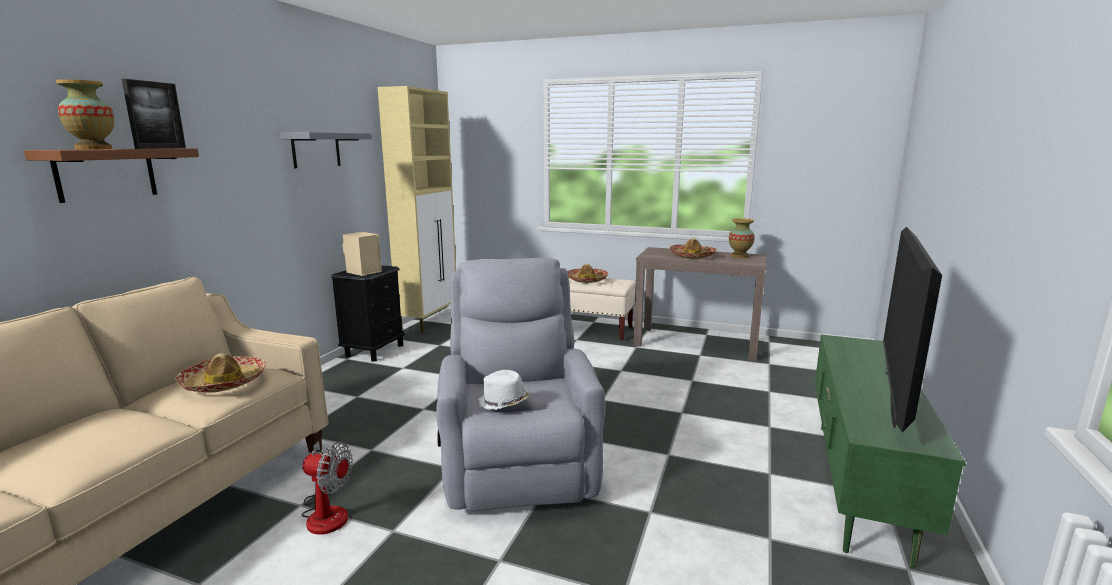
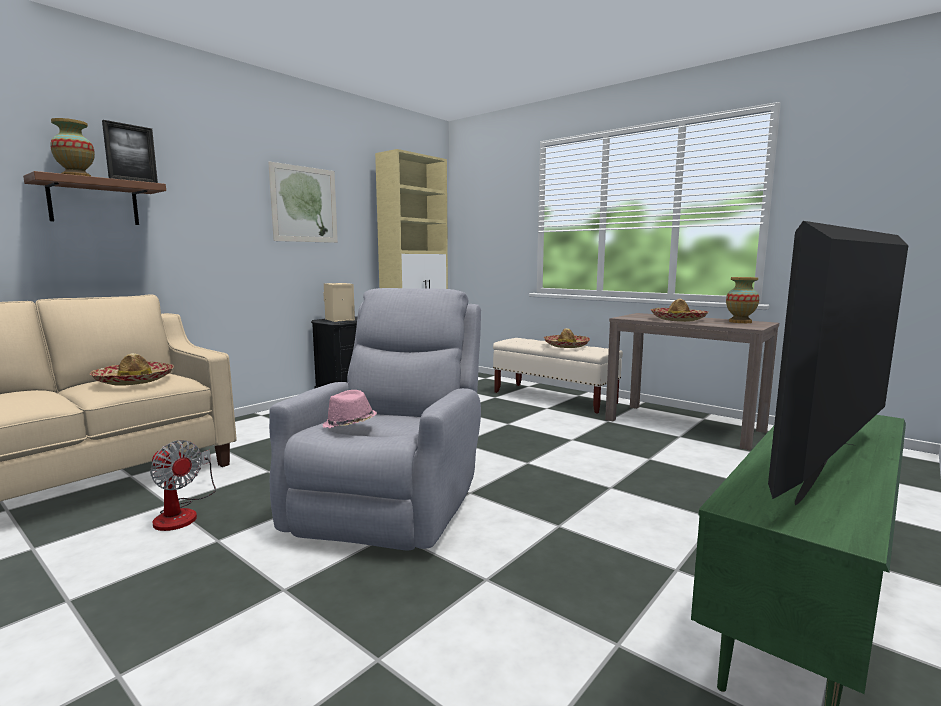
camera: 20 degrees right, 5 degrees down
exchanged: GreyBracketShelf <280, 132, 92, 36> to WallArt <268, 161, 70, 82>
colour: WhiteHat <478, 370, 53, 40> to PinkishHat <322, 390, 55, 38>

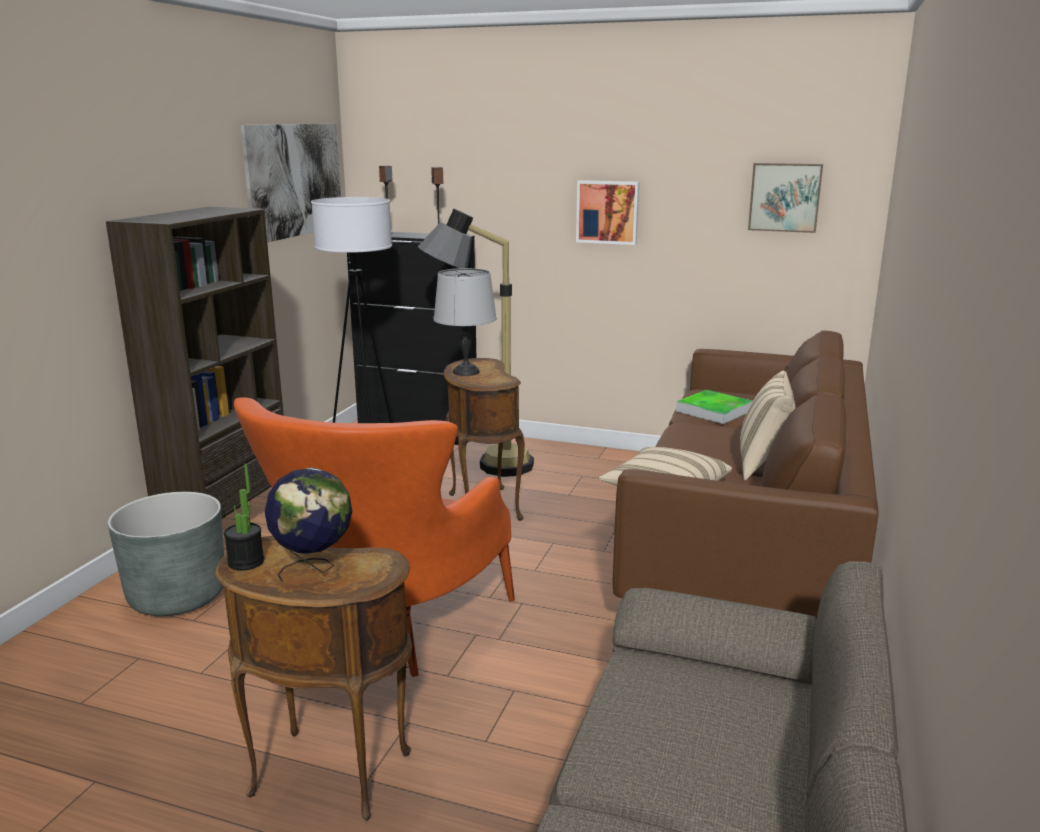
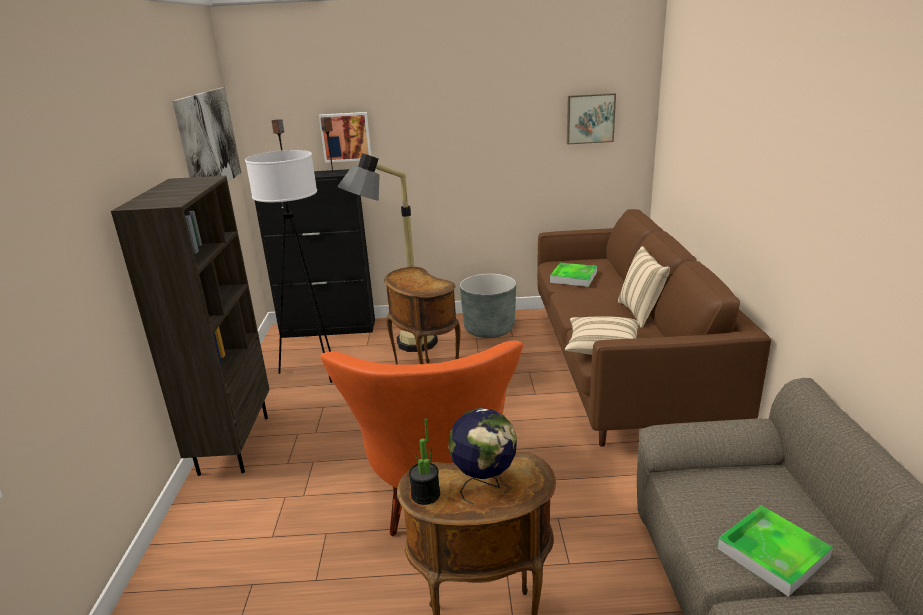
camera: 20 degrees left, 5 degrees up
missing: GreyLampForATable <434, 268, 63, 108>
appeared: Tray <717, 505, 116, 92>
relocated: WallArt <576, 180, 63, 65> to <319, 112, 52, 51>; GreyPlanter <108, 492, 116, 124> to <460, 273, 56, 65>

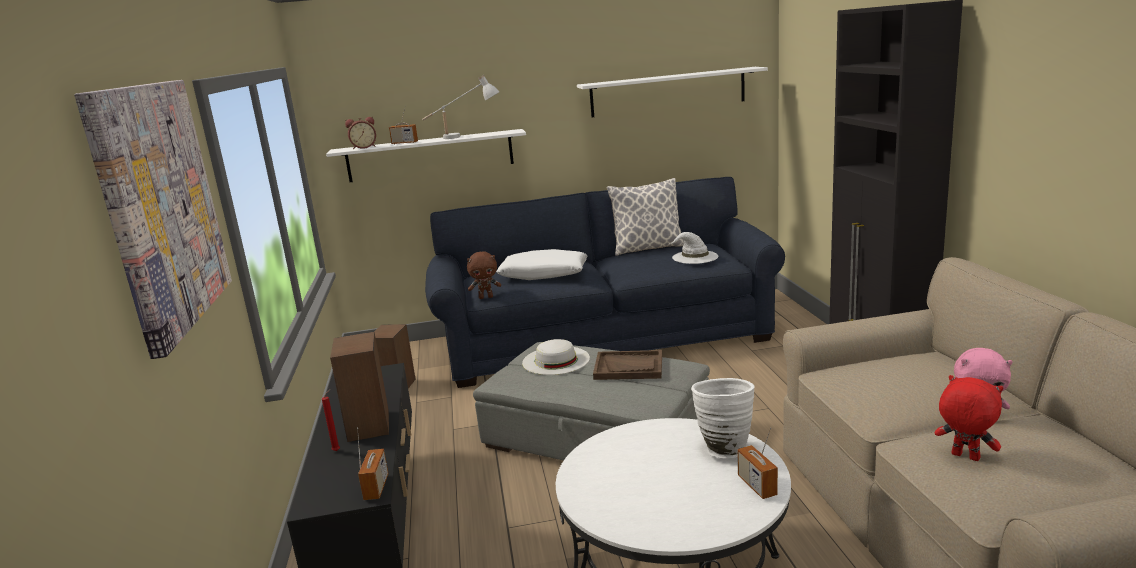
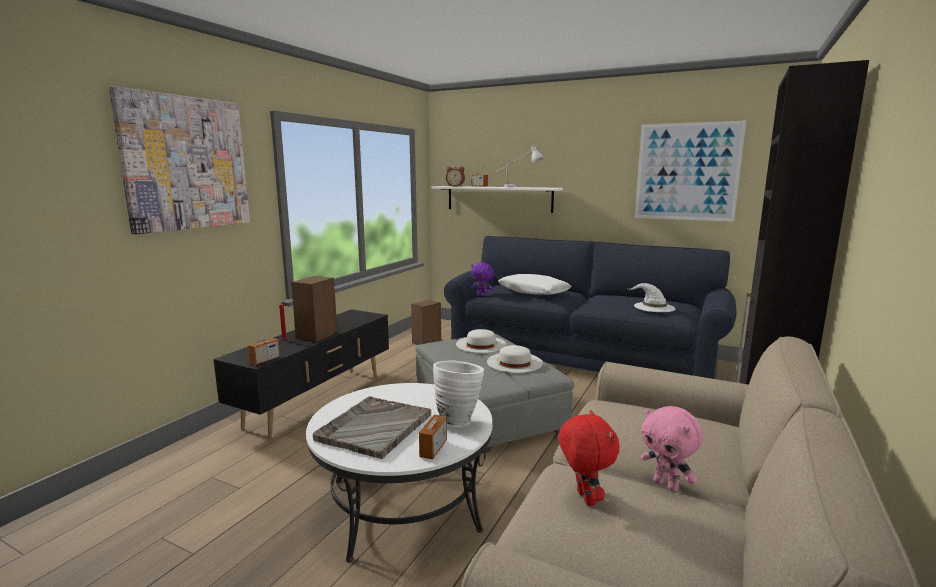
camera: 35 degrees right, 5 degrees down
missing: Pillow <607, 178, 77, 78>
appeared: GreyTray <313, 396, 118, 63>
exchanged: WhiteBracketShelf <577, 67, 191, 51> to WallArt <635, 121, 111, 101>; BrownTray <593, 350, 69, 30> to WhiteHat <487, 345, 56, 28>
colour: BrownCuddlyToy <467, 251, 34, 48> to PurpleCuddlyToy <471, 262, 23, 35>

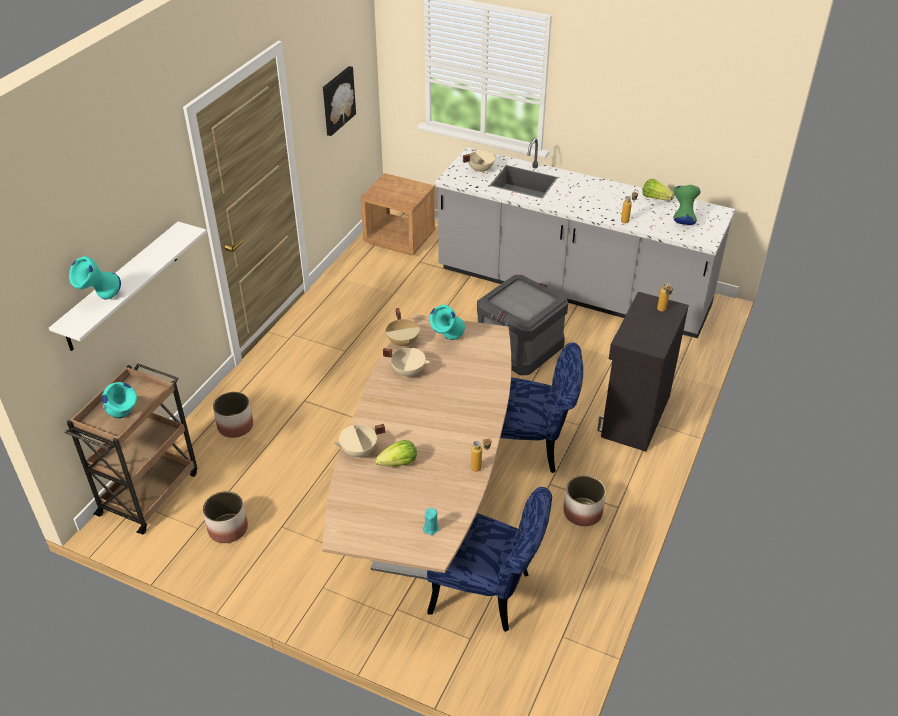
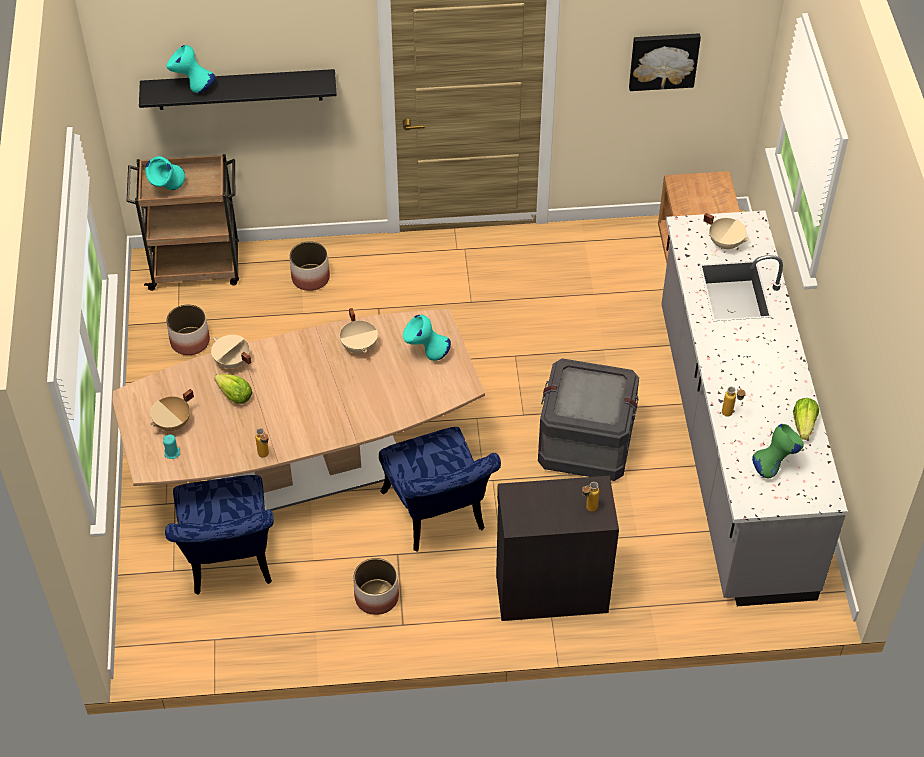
camera: 60 degrees right, 10 degrees up
relocated: SandColouredStockpot <386, 308, 34, 40> to <150, 389, 44, 42>
colour: WhiteBracketShelf <49, 222, 158, 129> to BlackColouredBracketShelf <139, 69, 198, 41>

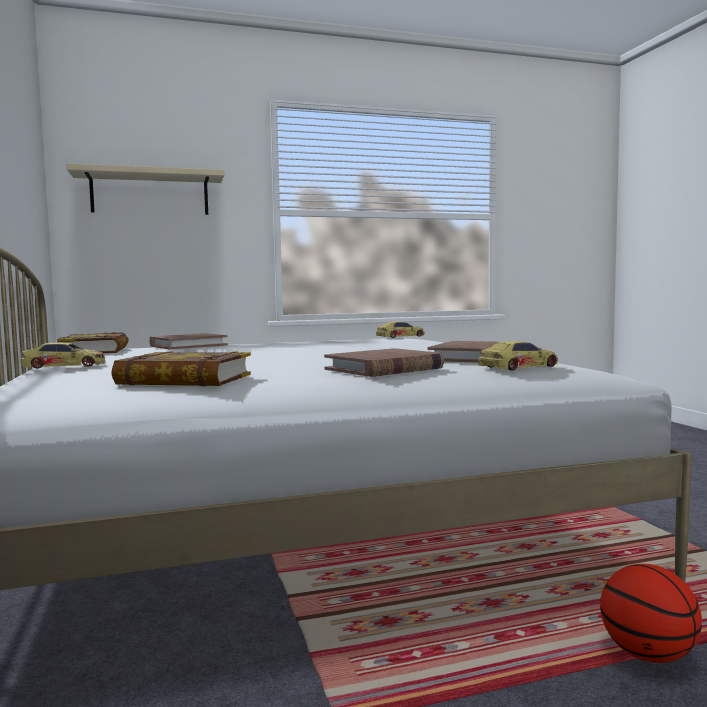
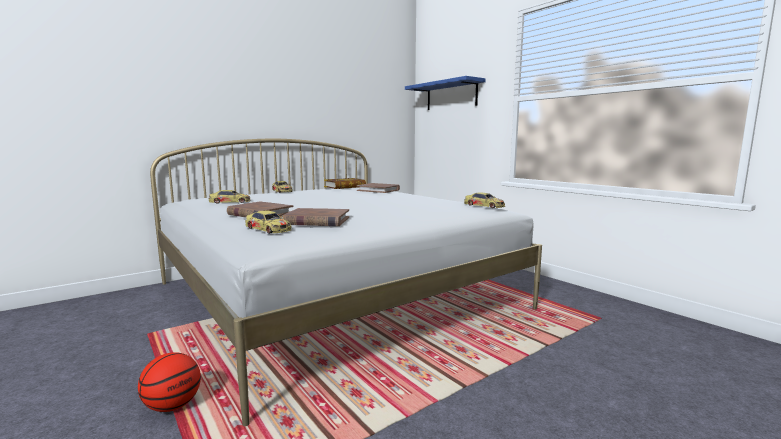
camera: 70 degrees right, 5 degrees up
exchanged: Book <111, 351, 140, 35> to ModelCar <209, 190, 42, 13>
colour: SandColouredBracketShelf <66, 163, 159, 52> to BlueBracketShelf <405, 76, 81, 34>

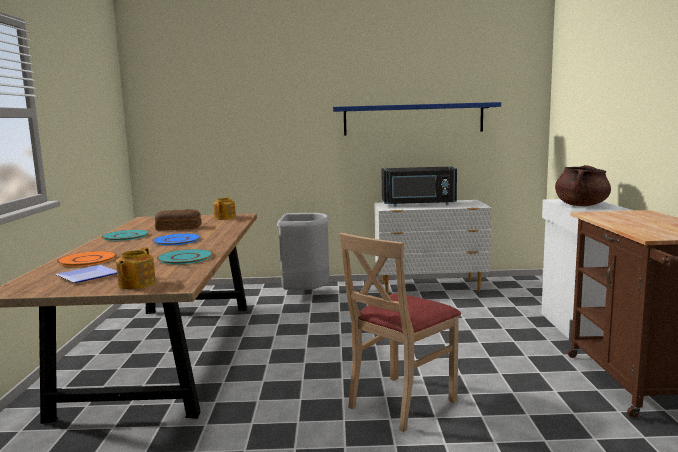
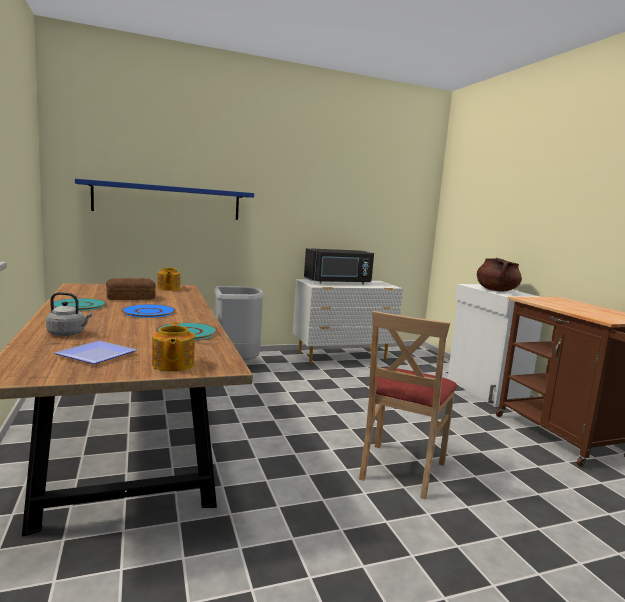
camera: 20 degrees left, 0 degrees up
relocated: BlueBracketShelf <333, 102, 168, 33> to <75, 179, 179, 41>
exchanged: OrangeyFlatDish <57, 251, 60, 16> to GreyKettle <46, 292, 46, 44>

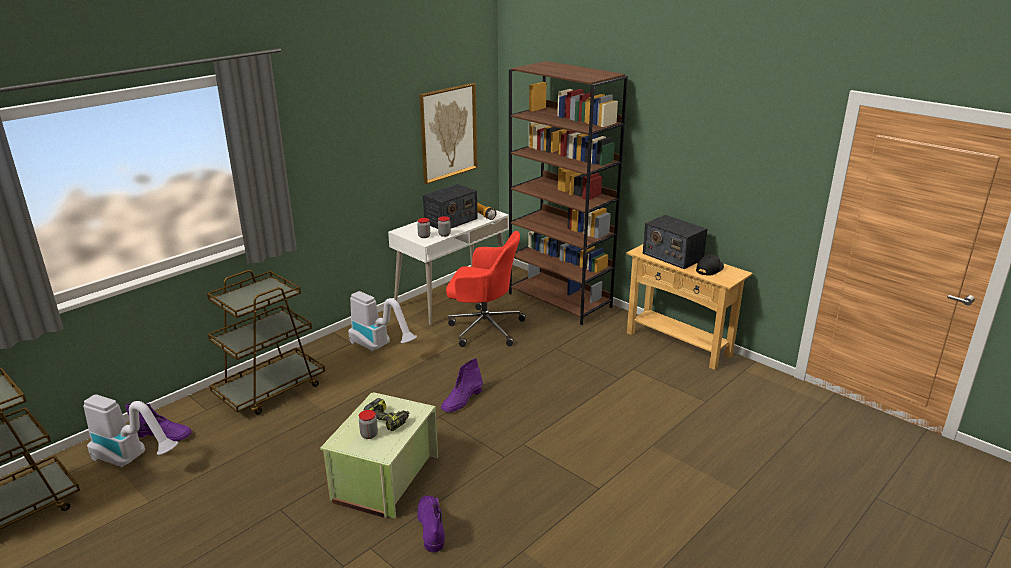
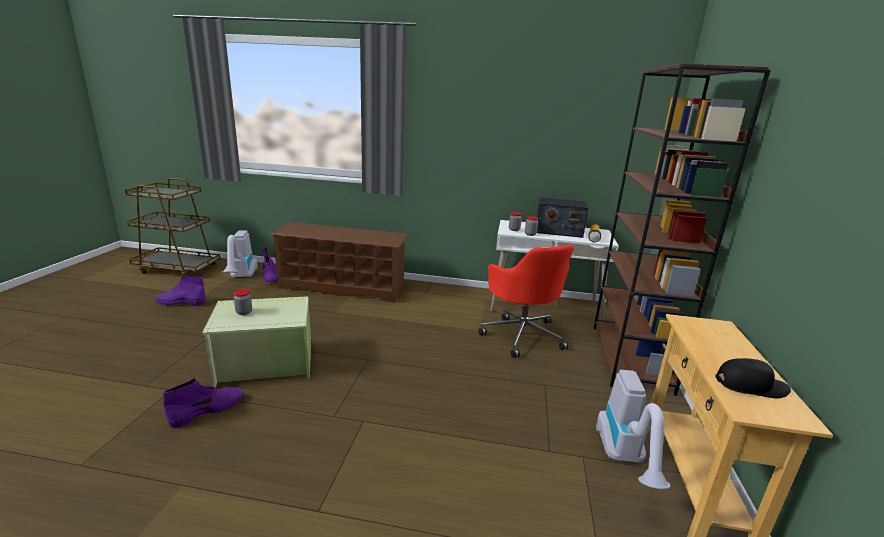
camera: 55 degrees right, 5 degrees down
missing: WallArt <419, 83, 59, 101>; Radio <643, 215, 65, 54>; Drill <363, 398, 46, 33>
relocated: VacuumCleaner <348, 291, 69, 60> to <596, 370, 74, 119>; PurpleHighTopBoot <441, 358, 42, 54> to <155, 275, 51, 31>
exchanged: BrownWheeledCart <207, 270, 118, 145> to BrownShoeStand <270, 222, 140, 81>

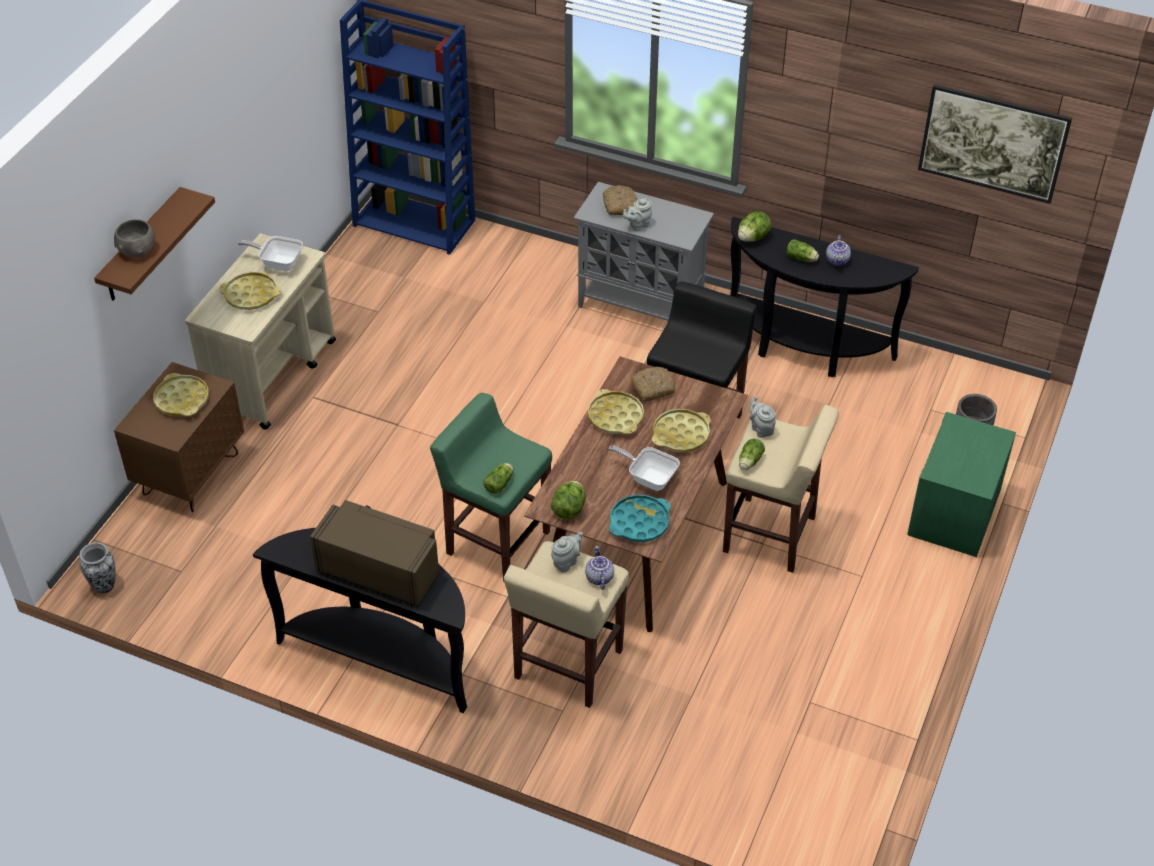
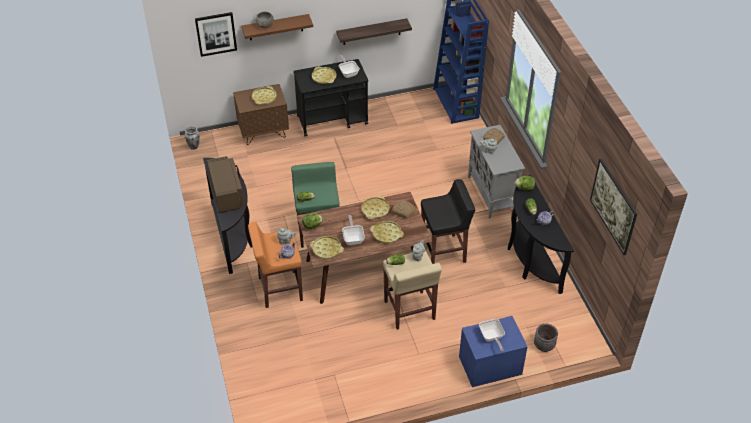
camera: 50 degrees right, 0 degrees up
appeared: WallArt <195, 12, 42, 45>; BracketShelf <336, 18, 76, 27>; Pan <479, 319, 26, 32>
colour: SandColouredWheeledCart <185, 233, 151, 197> to BlackColouredWheeledCart <293, 59, 75, 77>; GreenishBedsideTable <907, 412, 109, 145> to BlueBedsideTable <459, 316, 69, 71>; TurquoiseColouredTray <609, 495, 62, 47> to YellowColouredTray <310, 236, 34, 23>; SandColouredSittingStool <504, 541, 125, 167> to OrangeySittingStool <248, 222, 55, 86>

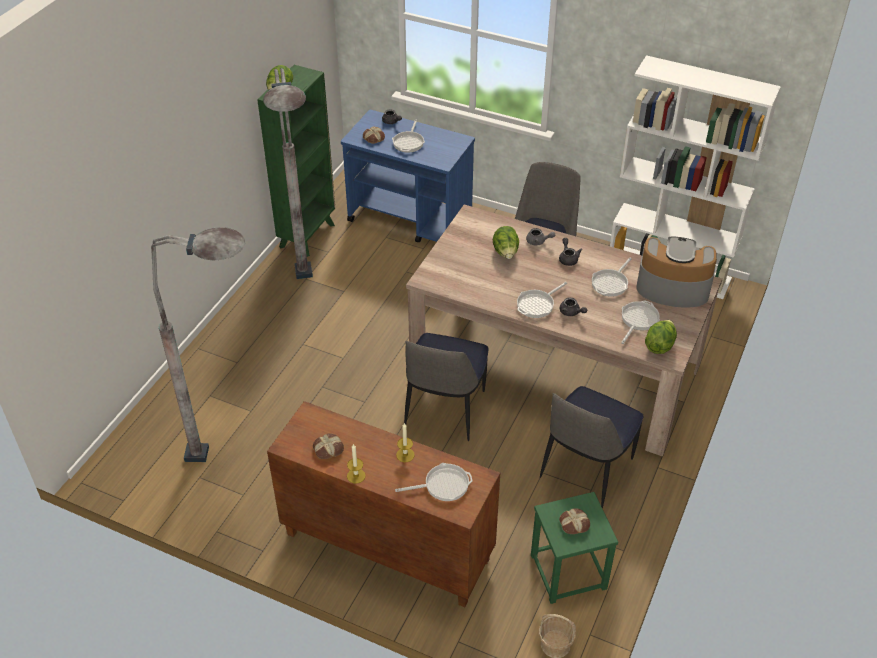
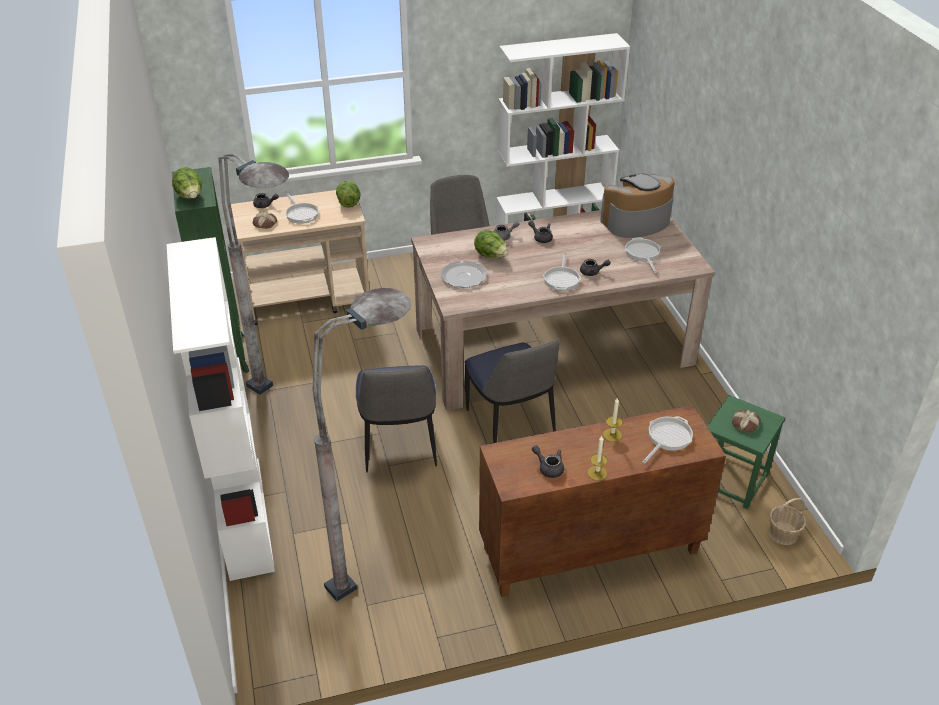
camera: 40 degrees left, 5 degrees down
missing: Pan <592, 258, 40, 39>
appeared: WhiteBookcase <167, 237, 108, 344>; FlatDish <440, 260, 47, 28>
relocated: LettuceHead <645, 320, 32, 34> to <336, 181, 24, 27>; Chair <540, 386, 103, 122> to <356, 365, 81, 107>
exchanged: BakedBread <313, 434, 31, 25> to GreyTeapot <532, 445, 32, 33>
colour: BlueWheeledCart <341, 110, 134, 132> to SandColouredWheeledCart <231, 190, 138, 135>

